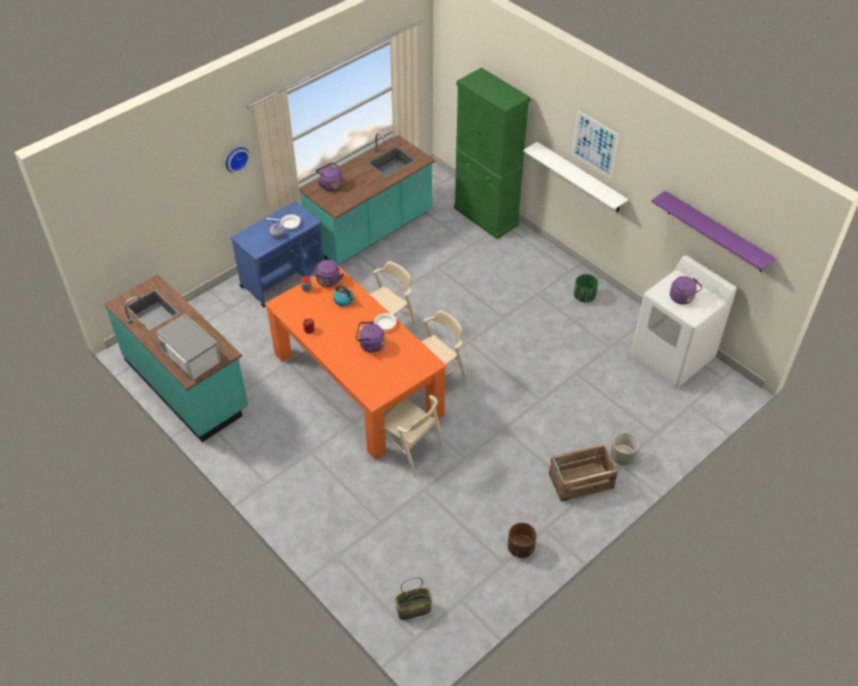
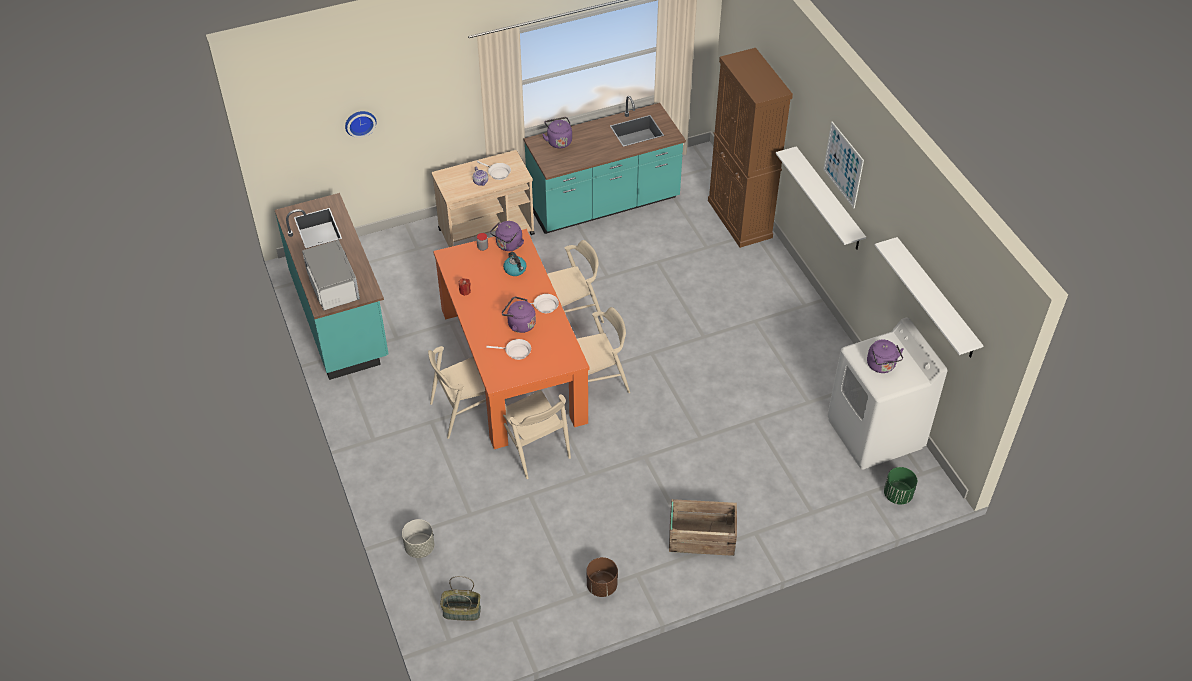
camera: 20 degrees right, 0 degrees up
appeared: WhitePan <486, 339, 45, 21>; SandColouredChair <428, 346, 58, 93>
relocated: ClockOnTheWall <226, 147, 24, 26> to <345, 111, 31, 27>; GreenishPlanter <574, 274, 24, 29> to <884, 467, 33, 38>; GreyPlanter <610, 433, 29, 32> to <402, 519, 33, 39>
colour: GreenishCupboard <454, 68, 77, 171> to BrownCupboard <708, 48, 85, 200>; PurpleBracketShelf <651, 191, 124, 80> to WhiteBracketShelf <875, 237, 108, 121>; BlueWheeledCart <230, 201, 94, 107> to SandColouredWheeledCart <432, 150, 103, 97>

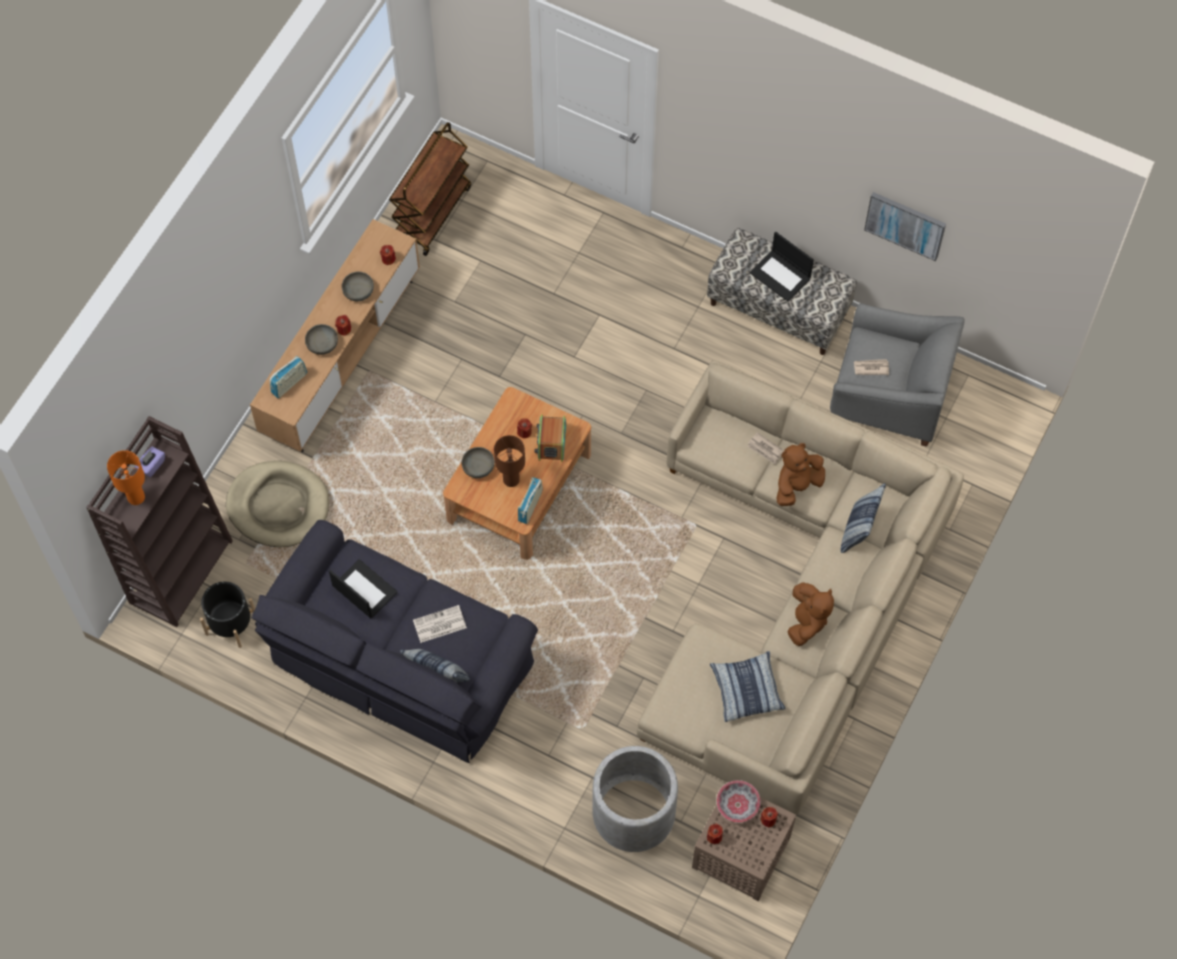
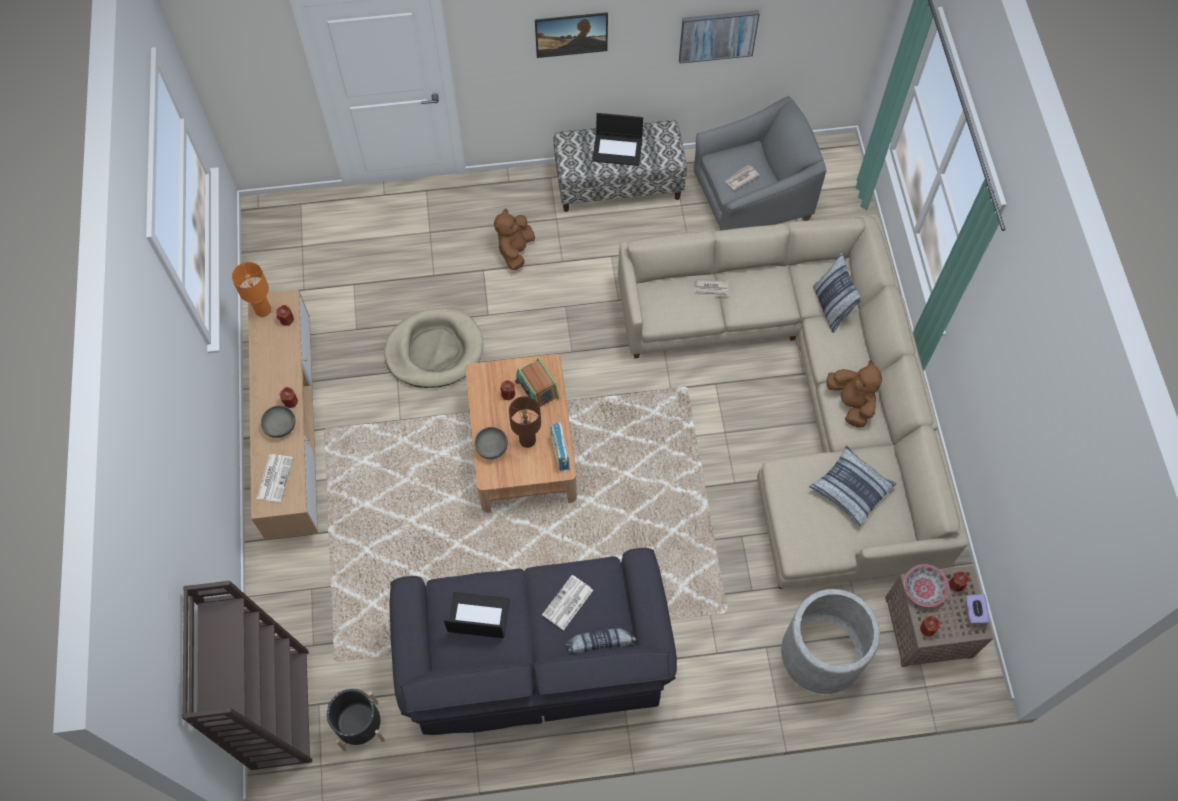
camera: 35 degrees left, 0 degrees up
missing: BrownWheeledCart <389, 122, 82, 134>; GreyBowl <342, 272, 32, 29>
appeared: WallArt <535, 12, 73, 46>
relocated: BrownCuddlyToy <776, 443, 49, 63> to <494, 208, 41, 62>; PurpleTissueBox <135, 447, 30, 30> to <966, 594, 23, 30>; OrangeyLampForATable <107, 450, 38, 55> to <232, 262, 39, 55>; SandColouredPetBed <226, 461, 103, 86> to <384, 308, 99, 80>
exchanged: Radio <270, 356, 37, 42> to Newspaper <257, 454, 36, 48>

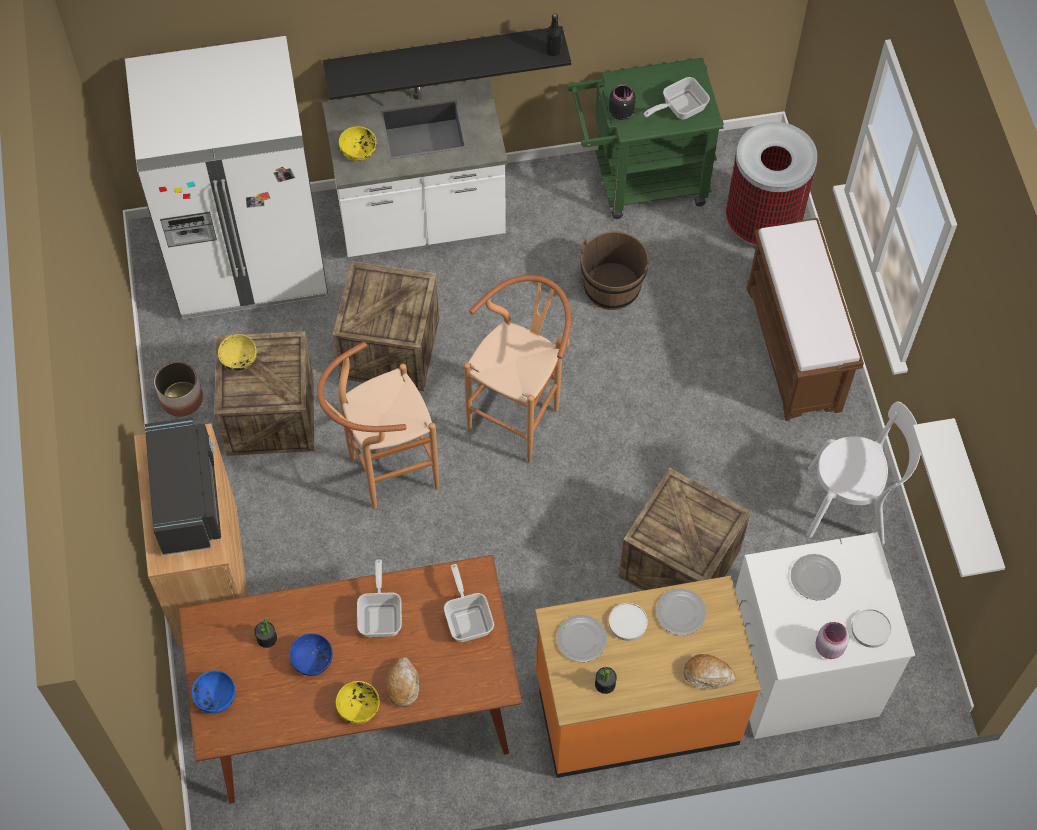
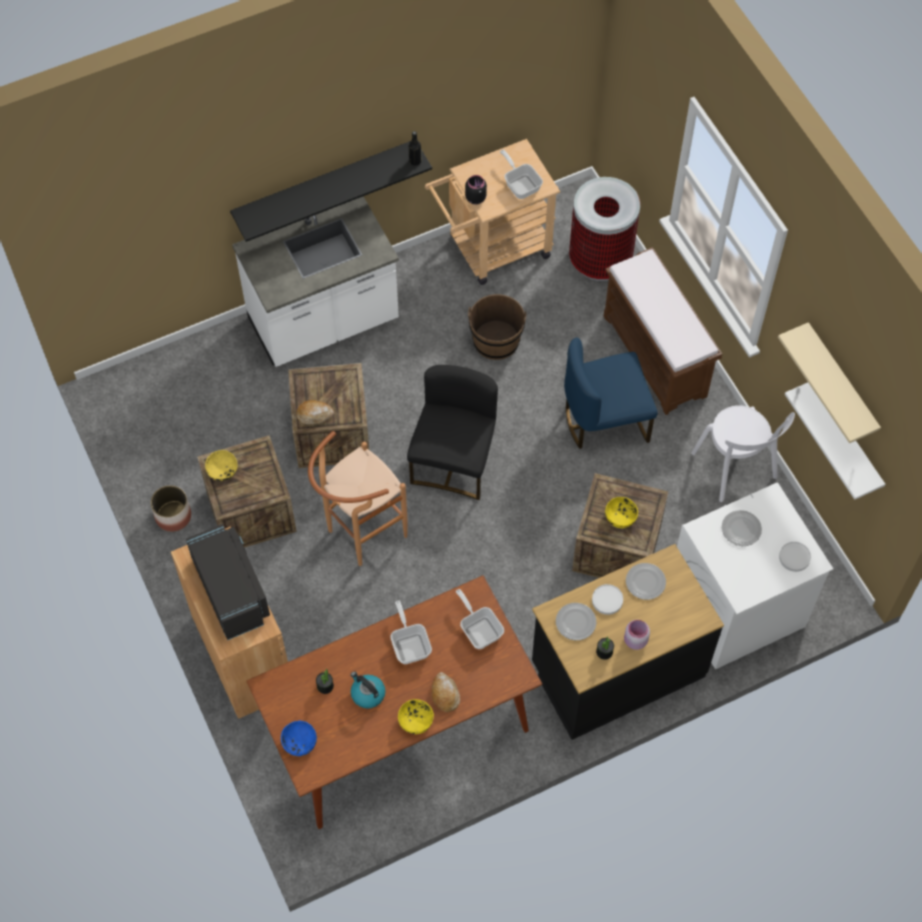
camera: 15 degrees left, 0 degrees up
missing: WhiteFridge <125, 36, 203, 284>
appeared: SandColouredBracketShelf <778, 322, 103, 121>; BlueChair <564, 337, 94, 112>
relocated: YellowColouredBowl <339, 126, 37, 35> to <605, 497, 33, 31>; PinkishPreserveJar <815, 622, 34, 37> to <624, 620, 26, 30>; BakedBread <684, 654, 52, 35> to <296, 400, 38, 24>
exchanged: BrownSittingStool <464, 275, 107, 188> to BlackColouredChair <407, 365, 91, 135>; BlueBowl <290, 633, 43, 43> to Kettle <351, 671, 34, 37>
colour: GreenishWheeledCart <567, 58, 157, 161> to SandColouredWheeledCart <425, 139, 135, 146>; OrangeyCounter <535, 576, 226, 202> to BlackColouredCounter <532, 544, 192, 196>
spun: Pan <644, 77, 66, 42> = <500, 150, 43, 49> 105 degrees clockwise; WhiteChair <806, 402, 115, 142> = <691, 405, 104, 97> 75 degrees clockwise

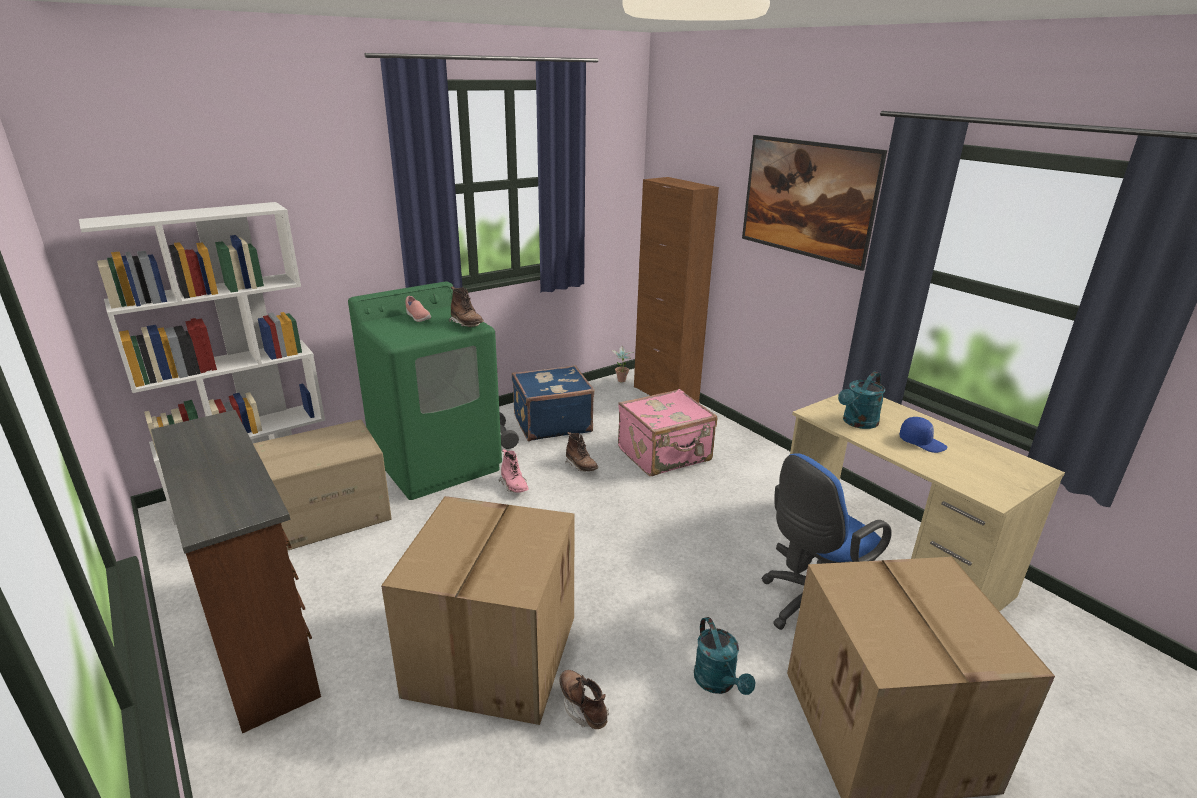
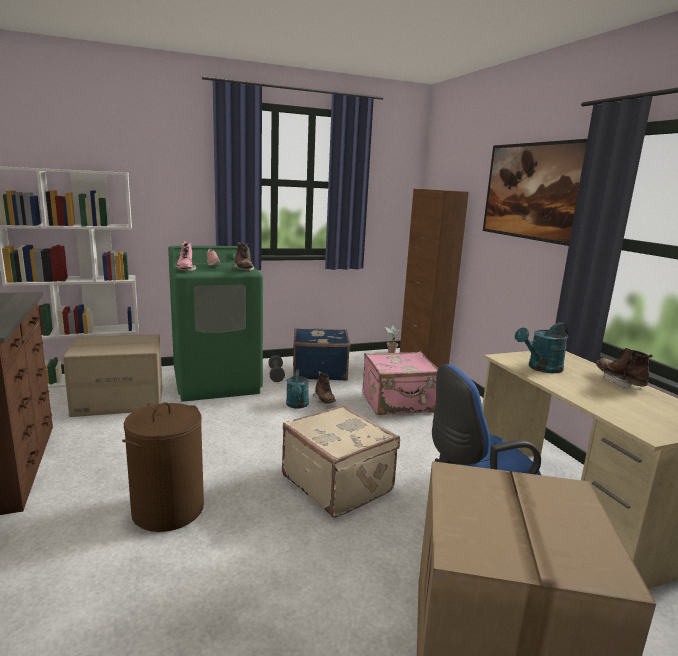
camera: 15 degrees right, 10 degrees down
missing: BluePeakedCap <900, 417, 48, 36>
appeared: SandColouredSuitcase <282, 405, 118, 113>
relocated: PinkishHighTopBoot <499, 449, 29, 44> to <175, 241, 21, 30>; TurquoiseColouredSprinklingCan <694, 617, 61, 78> to <286, 370, 23, 39>; BrownHighTopBoot <559, 670, 50, 59> to <596, 348, 57, 41>
exchanged: CardboardBox <381, 496, 193, 229> to BrownWashingBasket <122, 402, 82, 130>

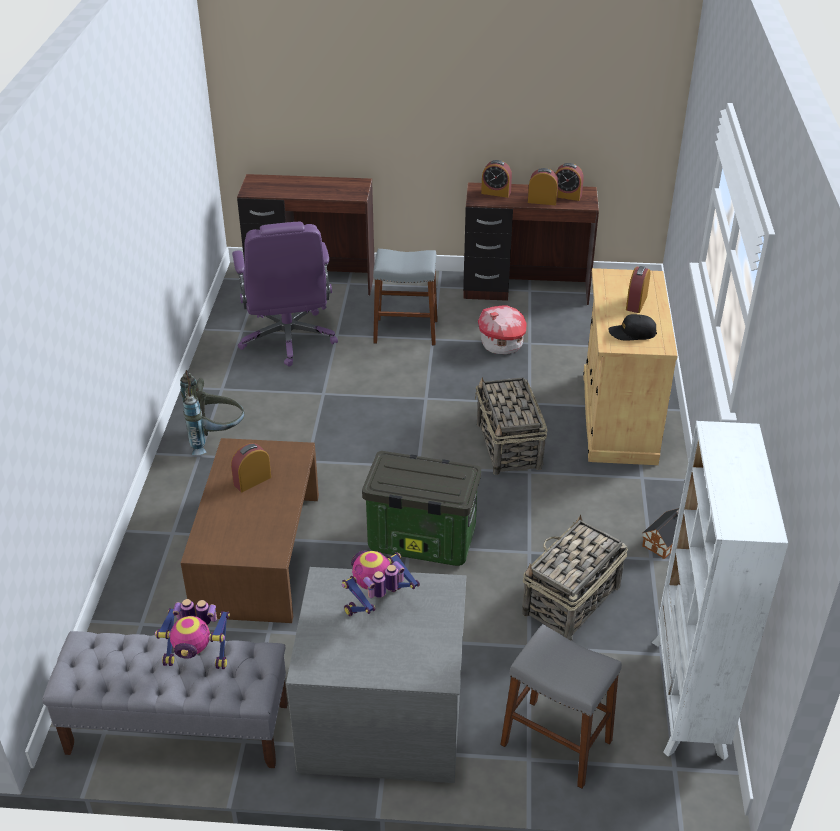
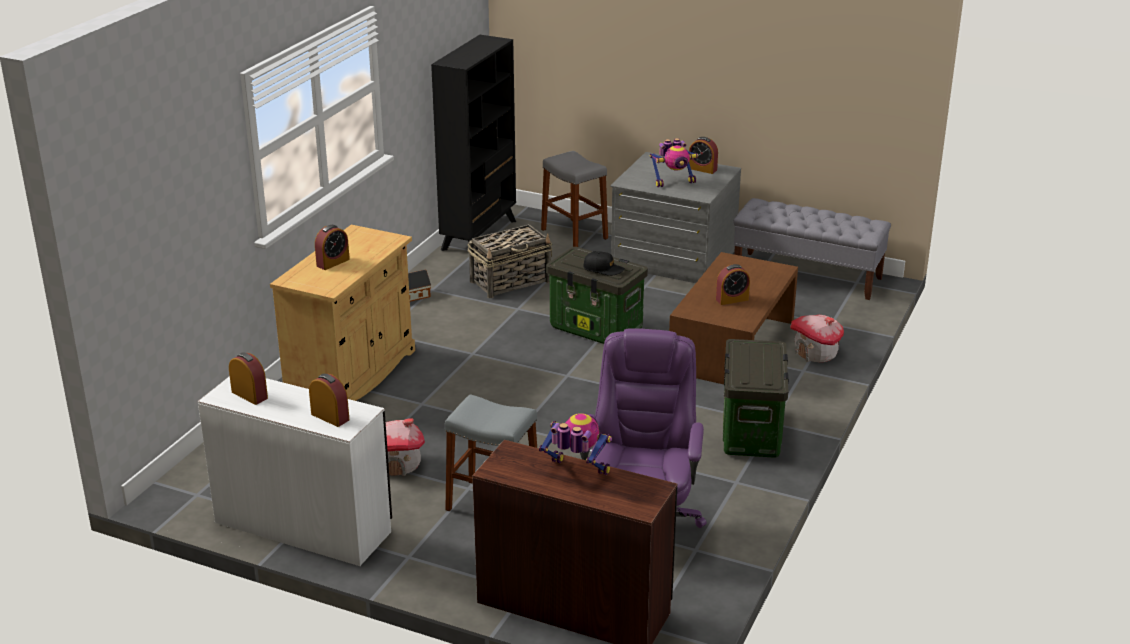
camera: 160 degrees left, 10 degrees down
missing: StorageBasket <475, 377, 72, 98>
appeared: ModelHouse <790, 315, 54, 47>
relocated: AlarmClock <528, 168, 30, 37> to <689, 137, 29, 37>; BlackColouredPeakedCap <608, 314, 49, 27> to <584, 251, 41, 25>; ToyRobot <155, 599, 75, 70> to <539, 413, 73, 62>
exchanged: GreyRucksack <180, 370, 65, 85> to StorageBin <723, 339, 66, 119>
colour: BrownDeskTable <463, 182, 136, 123> to WhiteDeskTable <198, 376, 194, 190>; WhiteBookcase <652, 421, 136, 339> to BlackColouredBookcase <431, 35, 85, 216>

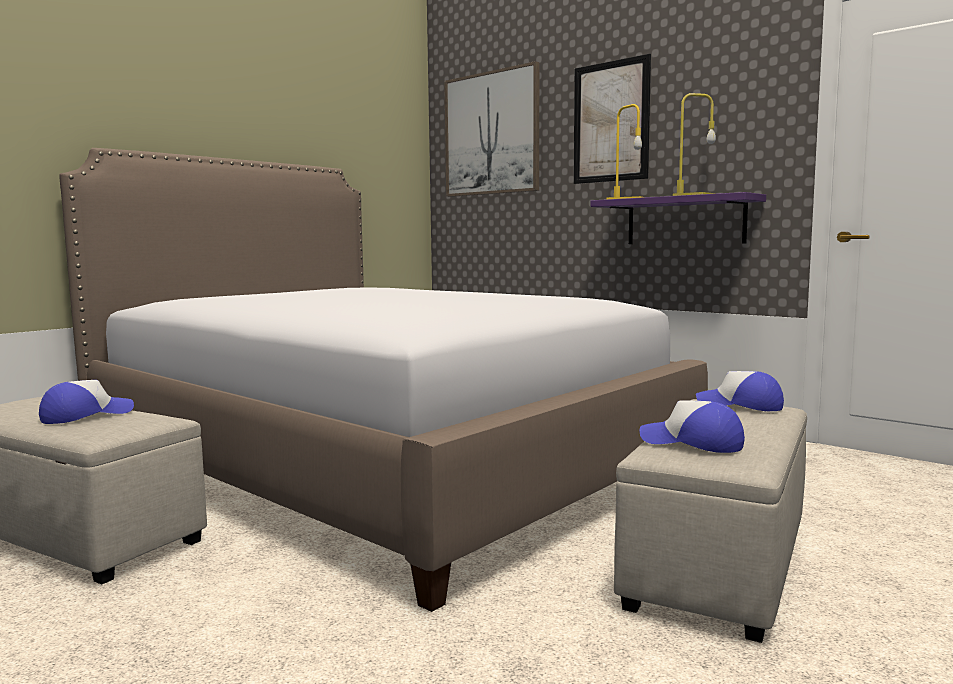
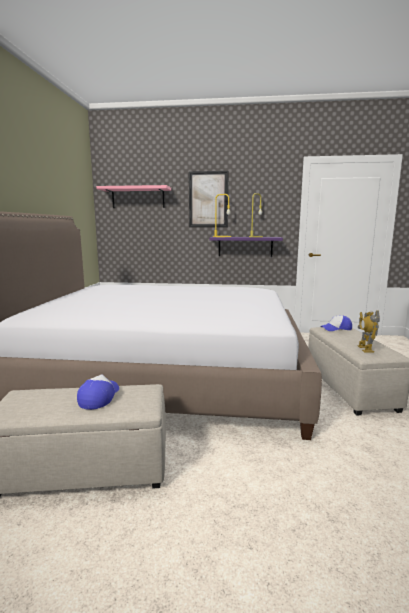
camera: 35 degrees left, 5 degrees up
exchanged: WallArt <444, 61, 95, 136> to PinkishBracketShelf <96, 185, 75, 23>; PeakedCap <640, 400, 105, 53> to ToyRobot <358, 311, 22, 42>

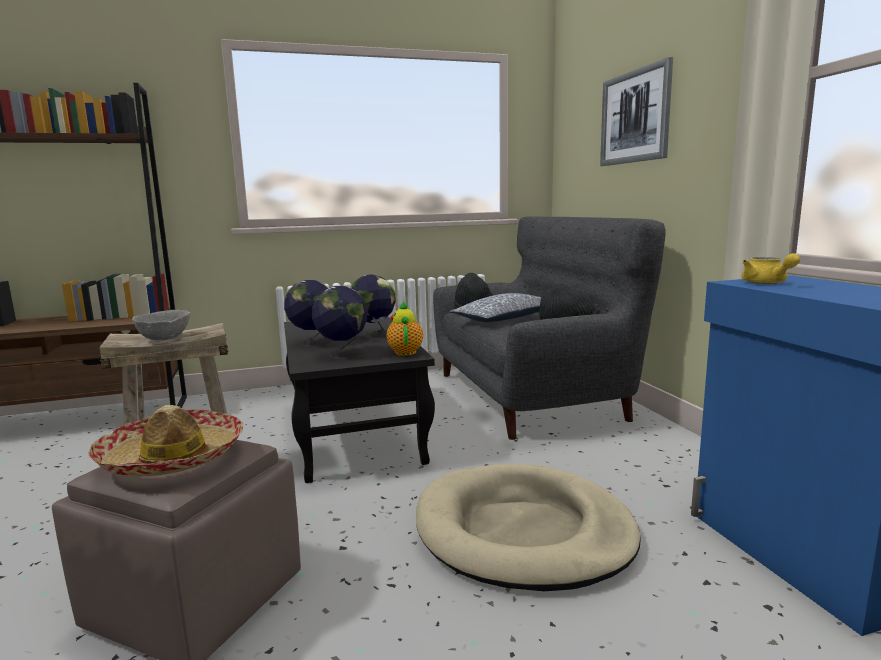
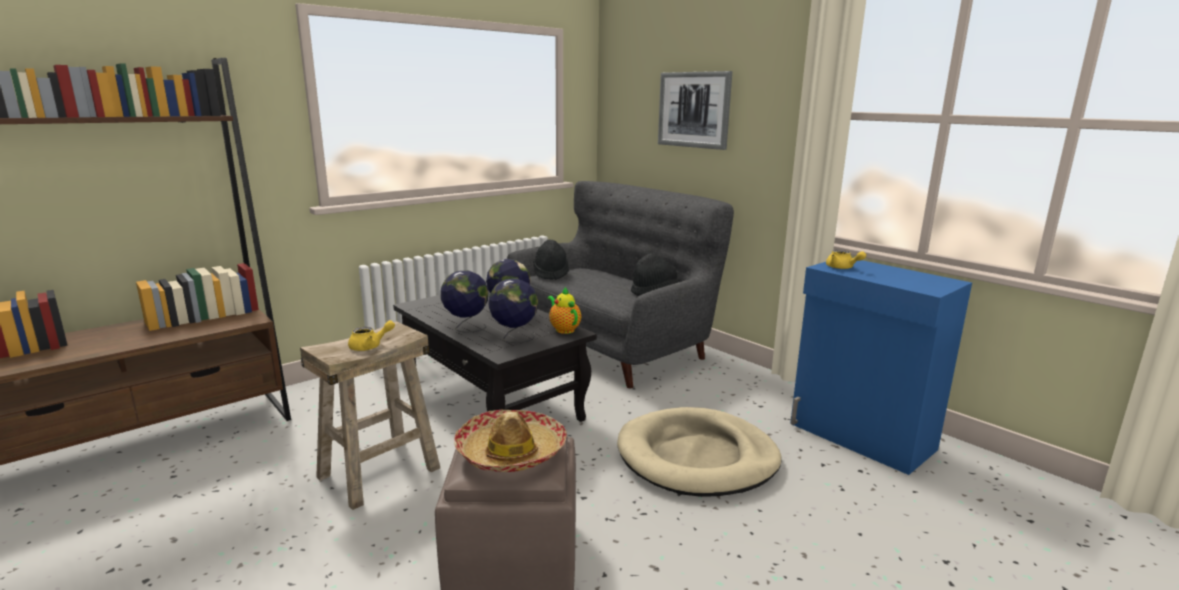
camera: 25 degrees left, 5 degrees up
missing: Pillow <450, 293, 91, 29>
exchanged: GreyBowl <132, 310, 59, 31> to YellowColouredTeapot <348, 320, 47, 31>

